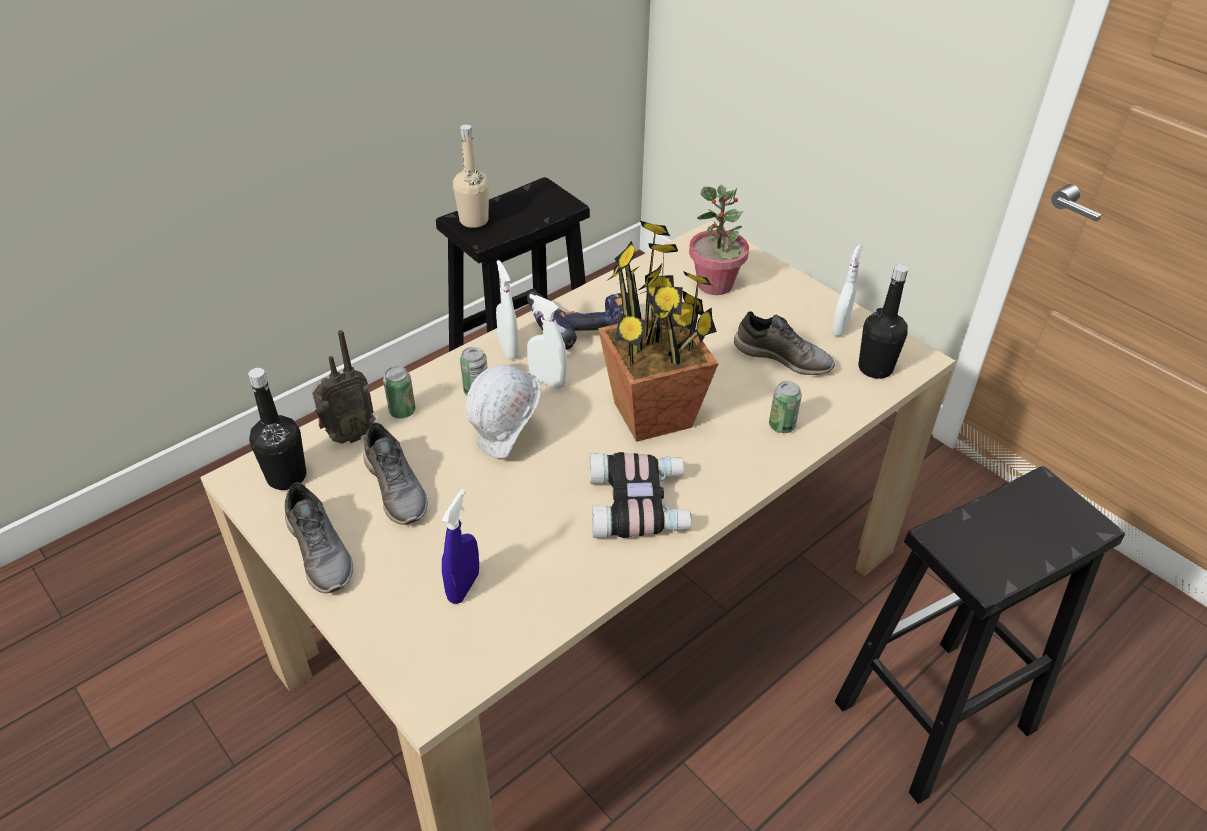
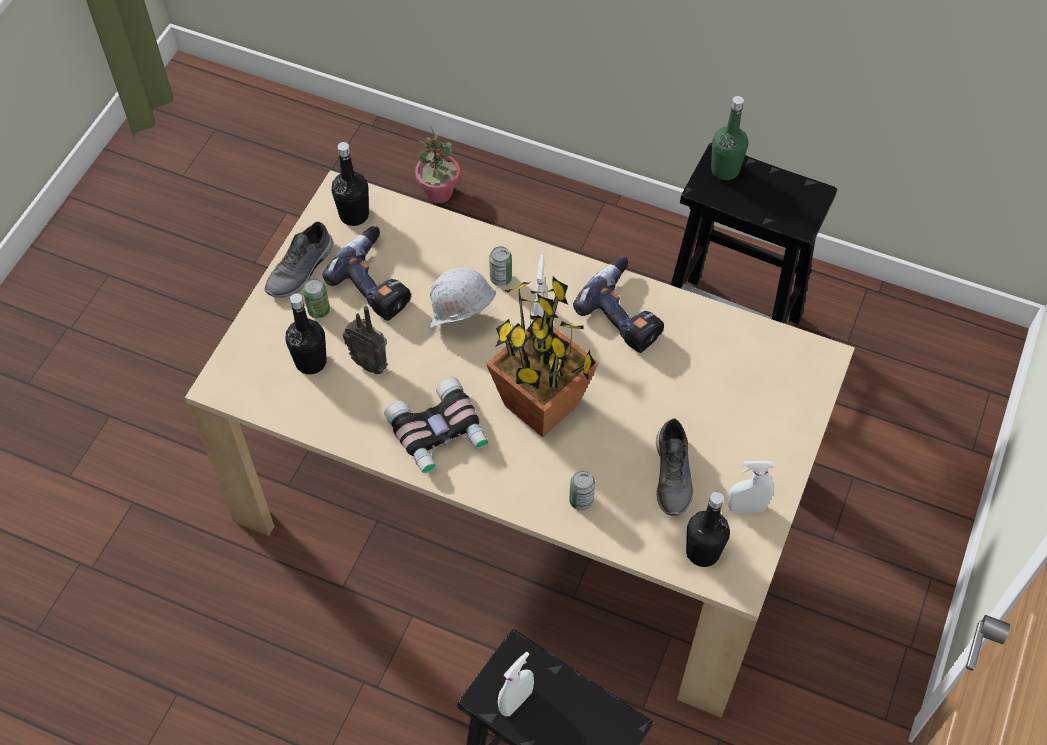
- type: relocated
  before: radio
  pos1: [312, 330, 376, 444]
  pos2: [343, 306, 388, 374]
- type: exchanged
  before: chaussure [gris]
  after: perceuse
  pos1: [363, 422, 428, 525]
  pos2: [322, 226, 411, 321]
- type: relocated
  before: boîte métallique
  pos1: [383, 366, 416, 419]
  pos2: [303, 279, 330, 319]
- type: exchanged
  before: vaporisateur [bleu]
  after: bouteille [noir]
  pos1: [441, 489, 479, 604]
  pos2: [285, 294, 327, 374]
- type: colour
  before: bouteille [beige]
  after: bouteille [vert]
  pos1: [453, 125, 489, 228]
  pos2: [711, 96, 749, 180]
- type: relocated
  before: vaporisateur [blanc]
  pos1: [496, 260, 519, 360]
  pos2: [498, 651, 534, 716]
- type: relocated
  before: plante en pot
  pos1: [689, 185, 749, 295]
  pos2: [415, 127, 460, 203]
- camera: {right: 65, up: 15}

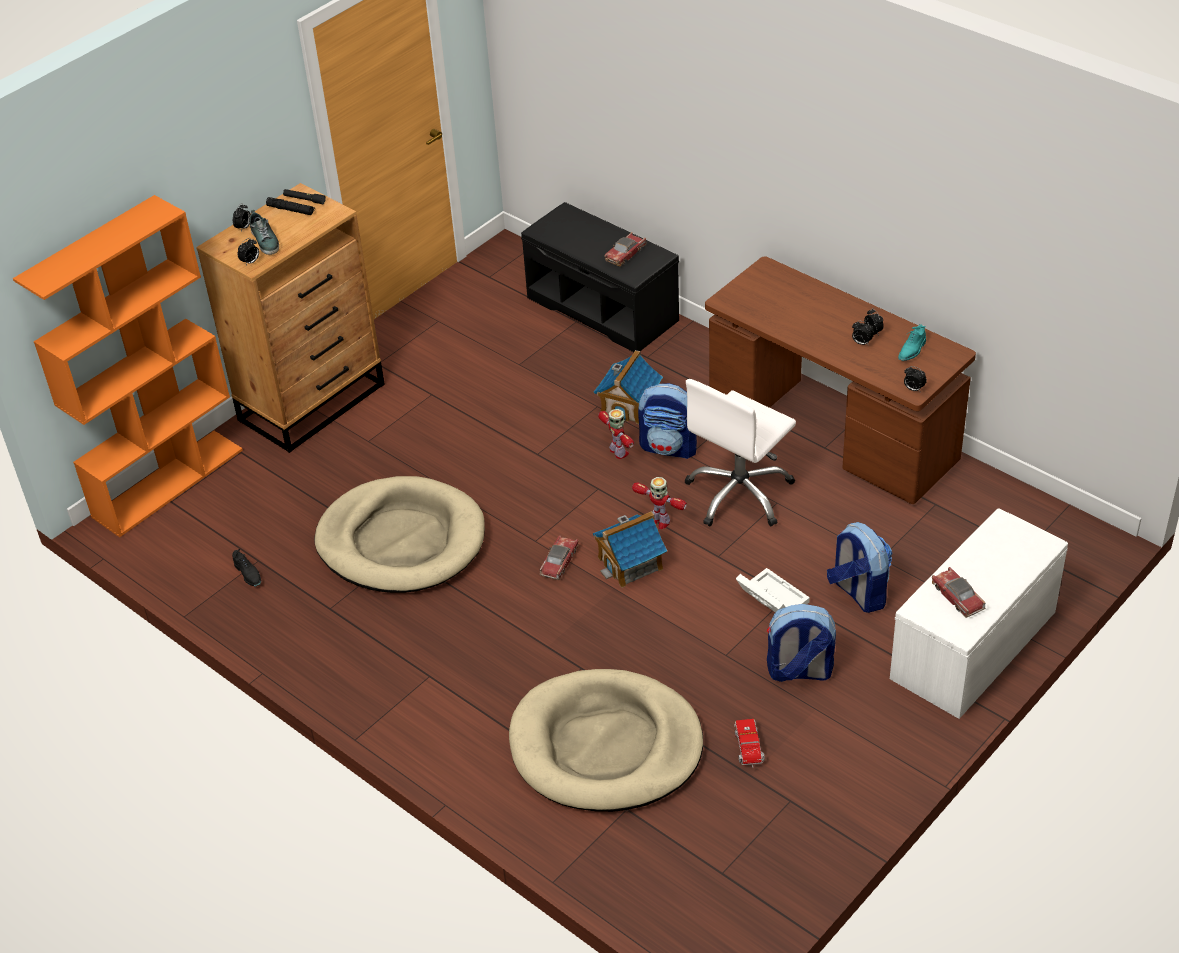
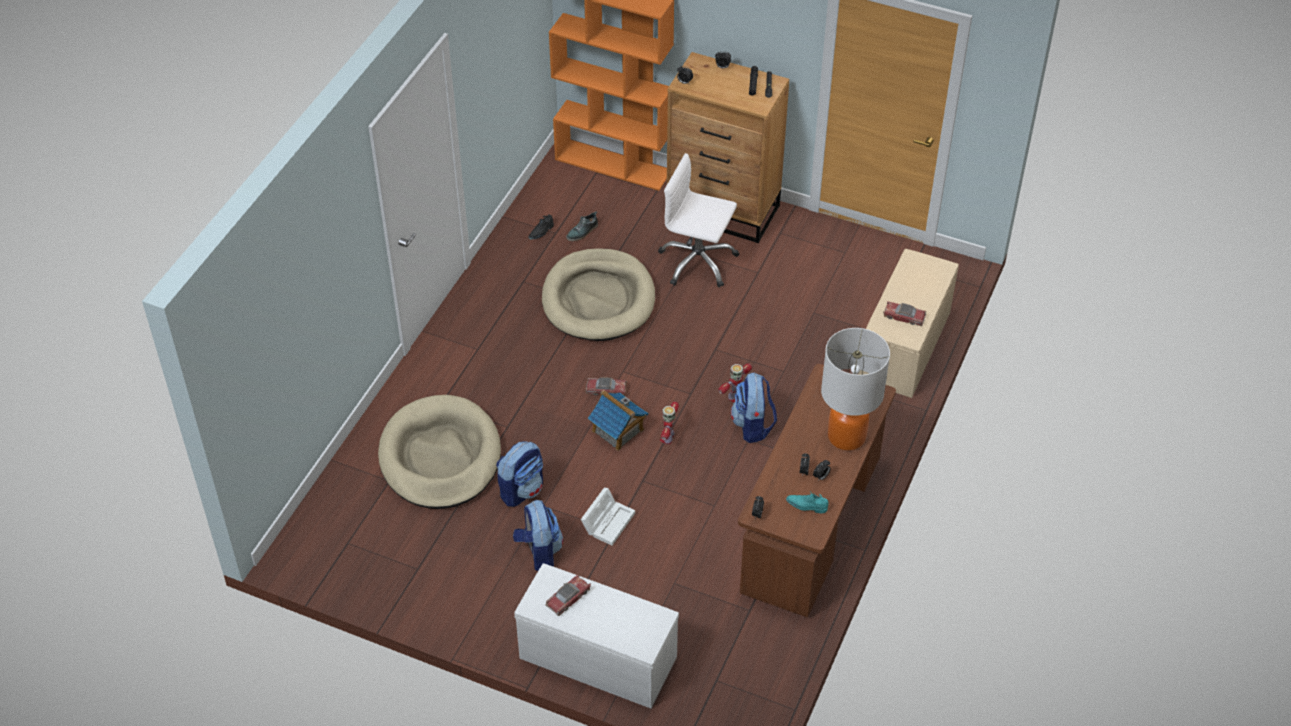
- type: relocated
  before: chaussure
  pos1: [250, 210, 279, 255]
  pos2: [566, 211, 598, 241]
- type: colour
  before: banc [noir]
  after: banc [beige]
  pos1: [521, 202, 679, 352]
  pos2: [858, 249, 959, 398]
- type: missing
  before: maison miniature
  pos1: [594, 350, 663, 424]
- type: relocated
  before: chaise de bureau [blanc]
  pos1: [684, 379, 796, 527]
  pos2: [658, 153, 739, 288]
- type: missing
  before: camion jouet
  pos1: [734, 719, 765, 768]
- type: relocated
  before: sac à dos
  pos1: [827, 522, 893, 613]
  pos2: [496, 441, 543, 507]
- type: appeared
  after: lampe de table
  pos2: [821, 328, 890, 450]
- camera: {right: 70, up: 5}

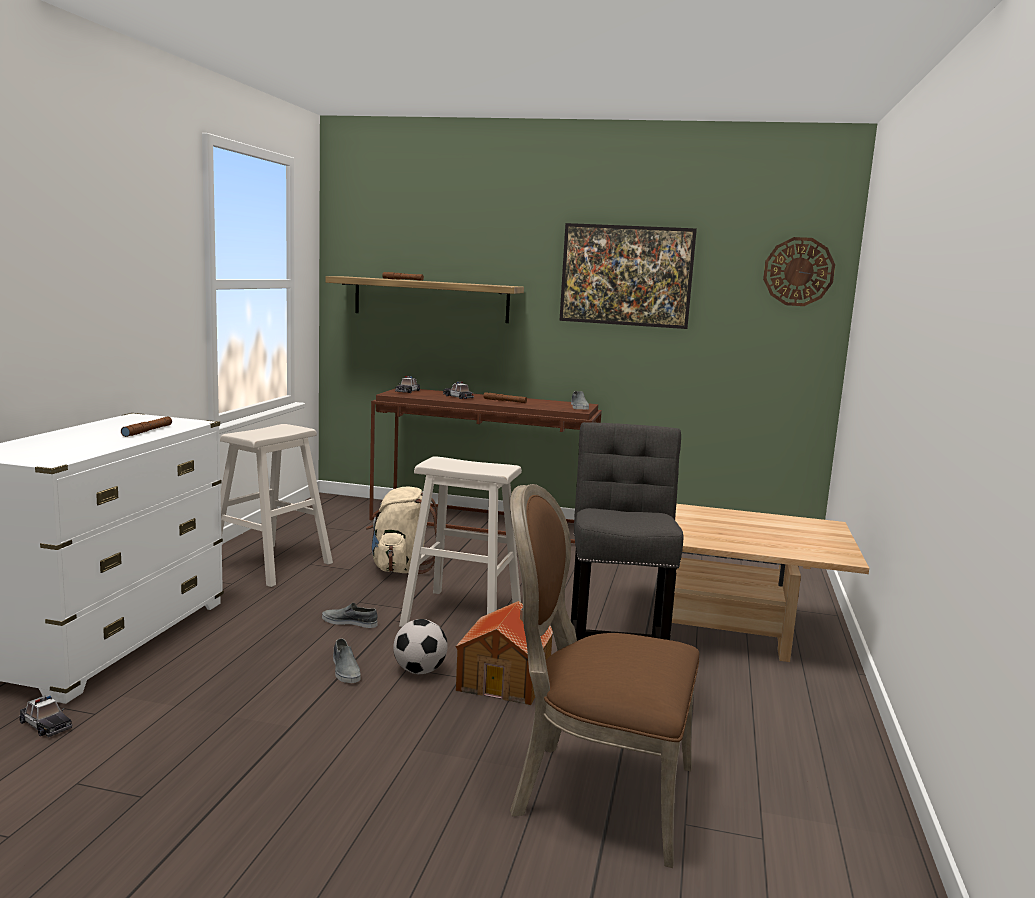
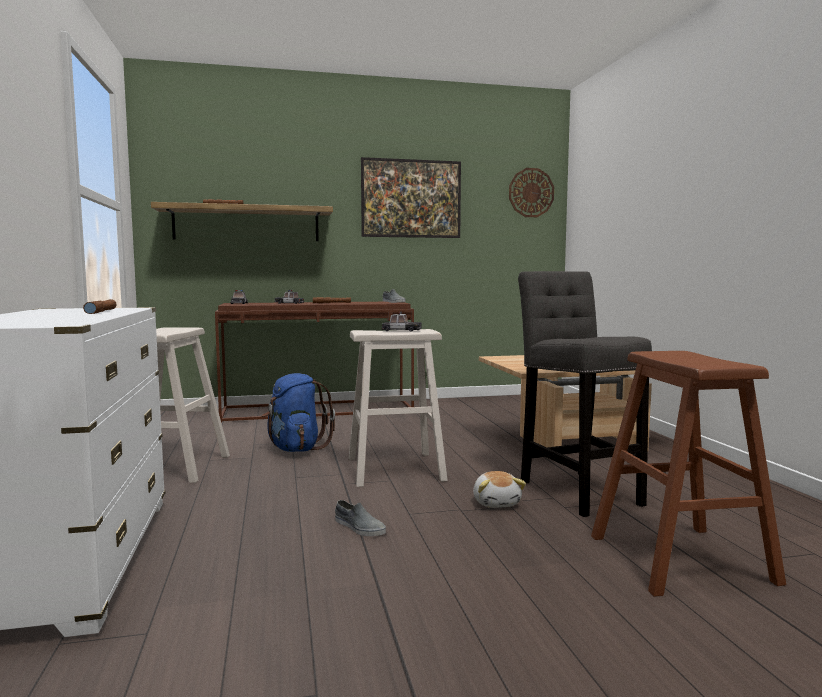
- type: relocated
  before: petite voiture
  pos1: [19, 695, 72, 737]
  pos2: [382, 311, 422, 332]
- type: missing
  before: chaussure [gris]
  pos1: [322, 603, 378, 628]
- type: colour
  before: sac à dos [beige]
  after: sac à dos [bleu]
  pos1: [366, 487, 437, 574]
  pos2: [262, 373, 335, 452]
- type: missing
  before: ballon de foot
  pos1: [393, 619, 448, 674]
- type: exchanged
  before: maison miniature
  after: peluche
  pos1: [455, 601, 553, 705]
  pos2: [473, 471, 526, 508]
- type: exchanged
  before: chaise [marron]
  after: tabouret [marron]
  pos1: [510, 484, 699, 868]
  pos2: [591, 351, 786, 597]
- camera: {right: -25, up: -5}

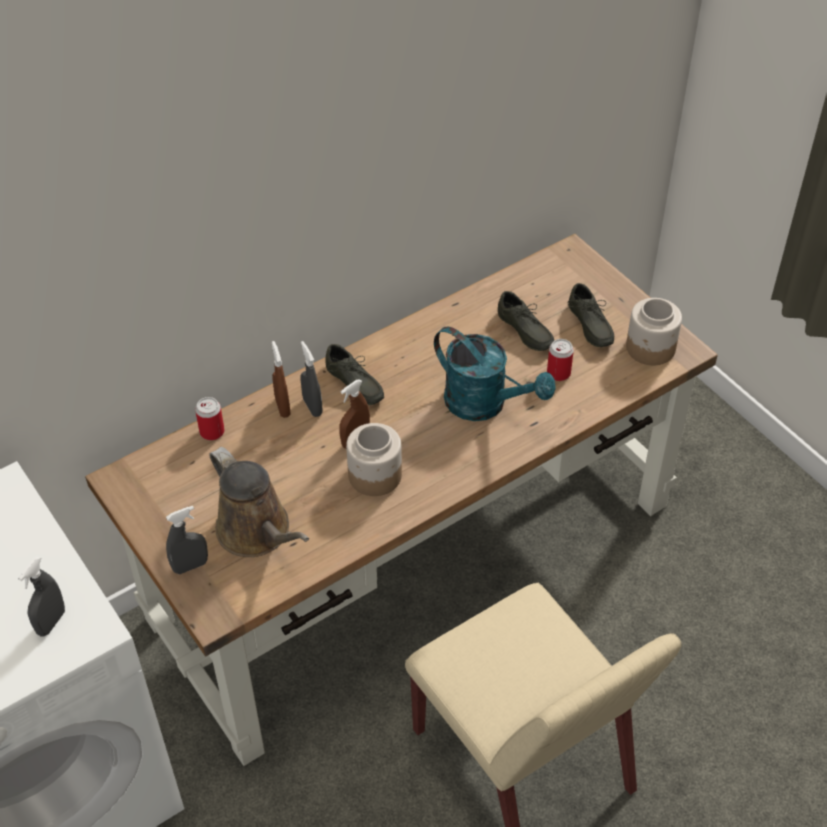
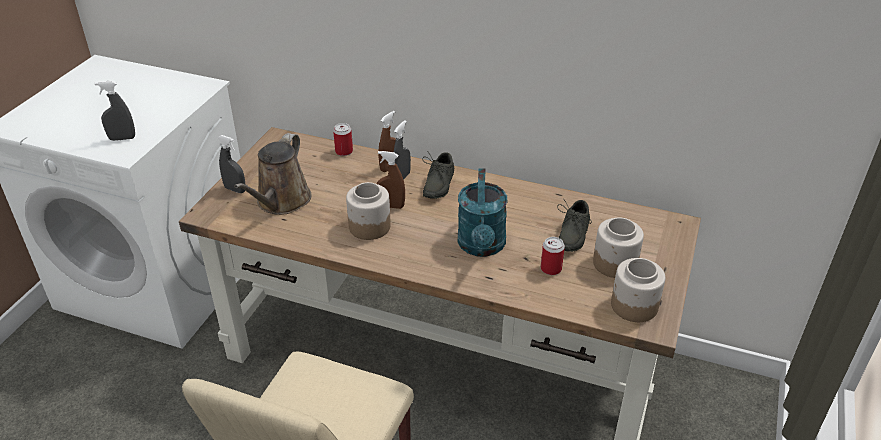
- type: exchanged
  before: chaussure [gris]
  after: bocal
  pos1: [568, 283, 614, 347]
  pos2: [593, 217, 644, 278]
- camera: {right: 55, up: -10}

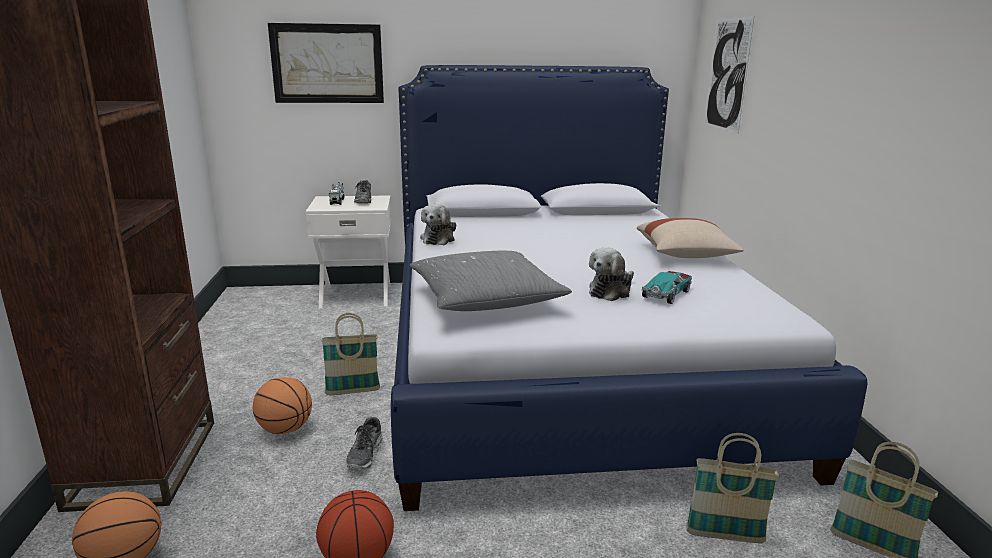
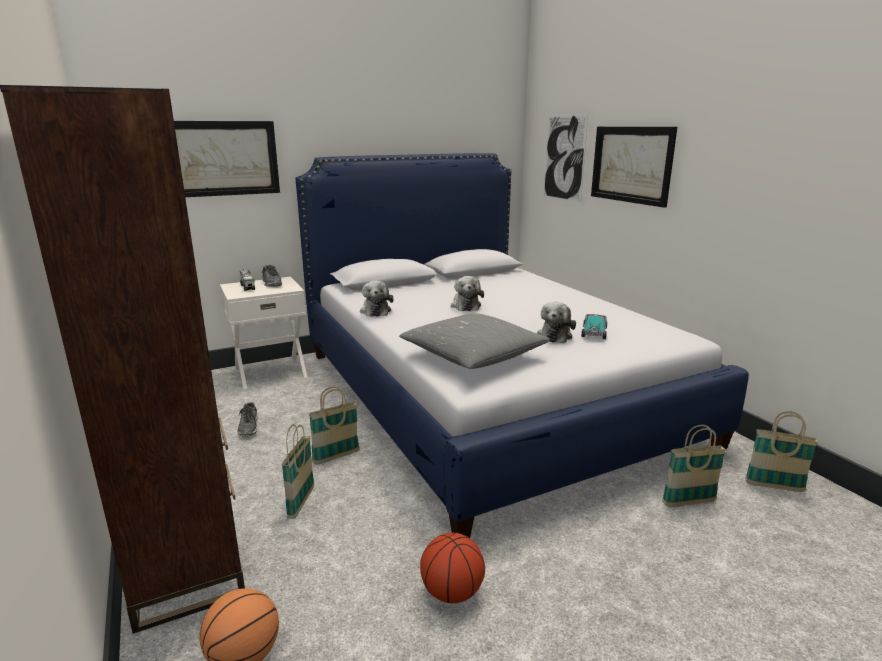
- type: exchanged
  before: ballon de basket
  after: panier
  pos1: [253, 377, 312, 434]
  pos2: [282, 424, 314, 519]
- type: relocated
  before: chaussure
  pos1: [346, 417, 383, 470]
  pos2: [237, 402, 258, 436]
- type: missing
  before: coussin [beige]
  pos1: [637, 218, 744, 258]
- type: appeared
  after: peluche
  pos2: [451, 276, 484, 311]
- type: appeared
  after: tableau
  pos2: [591, 127, 677, 208]
- camera: {right: -20, up: 0}

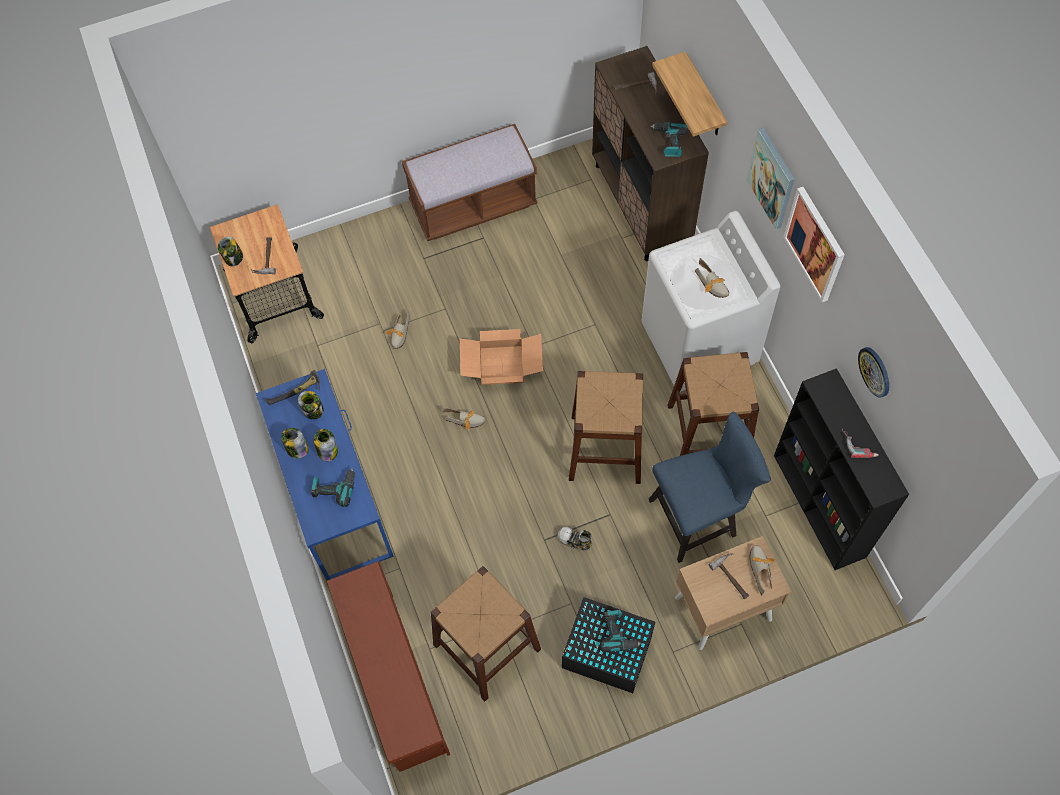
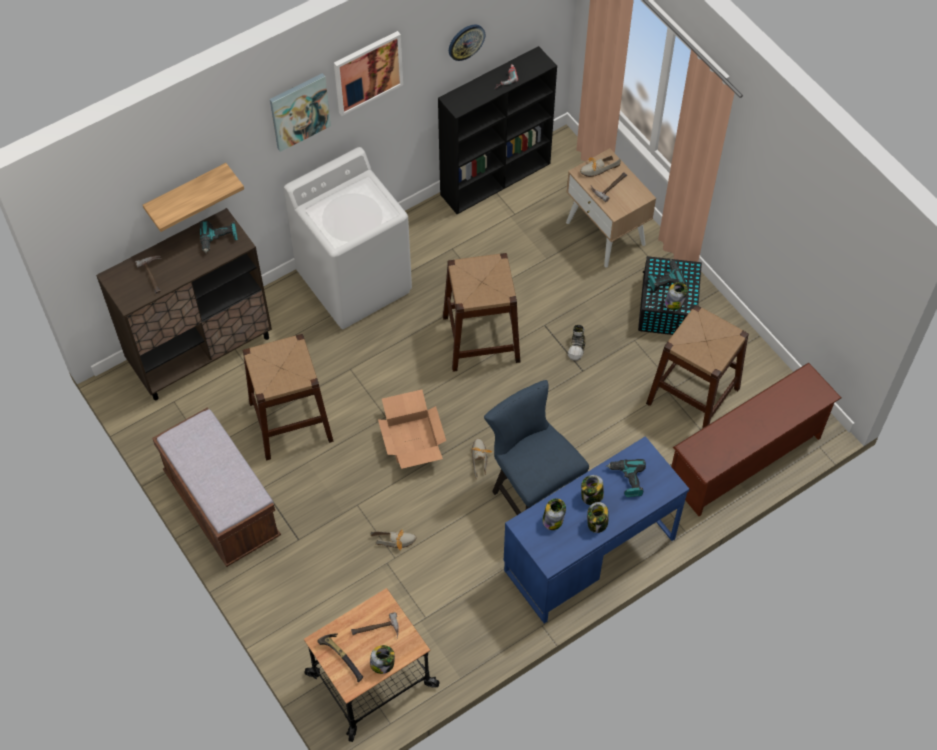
- type: relocated
  before: marteau
  pos1: [266, 370, 320, 405]
  pos2: [317, 633, 363, 682]
- type: relocated
  before: chaise [bleu]
  pos1: [648, 412, 771, 563]
  pos2: [484, 380, 589, 515]
- type: relocated
  before: tabouret [marron]
  pos1: [668, 352, 759, 456]
  pos2: [243, 334, 334, 460]
- type: missing
  before: chaussure
  pos1: [695, 258, 729, 298]
- type: appeared
  after: bocal
  pos2: [665, 282, 688, 310]
- camera: {right: -105, up: -5}

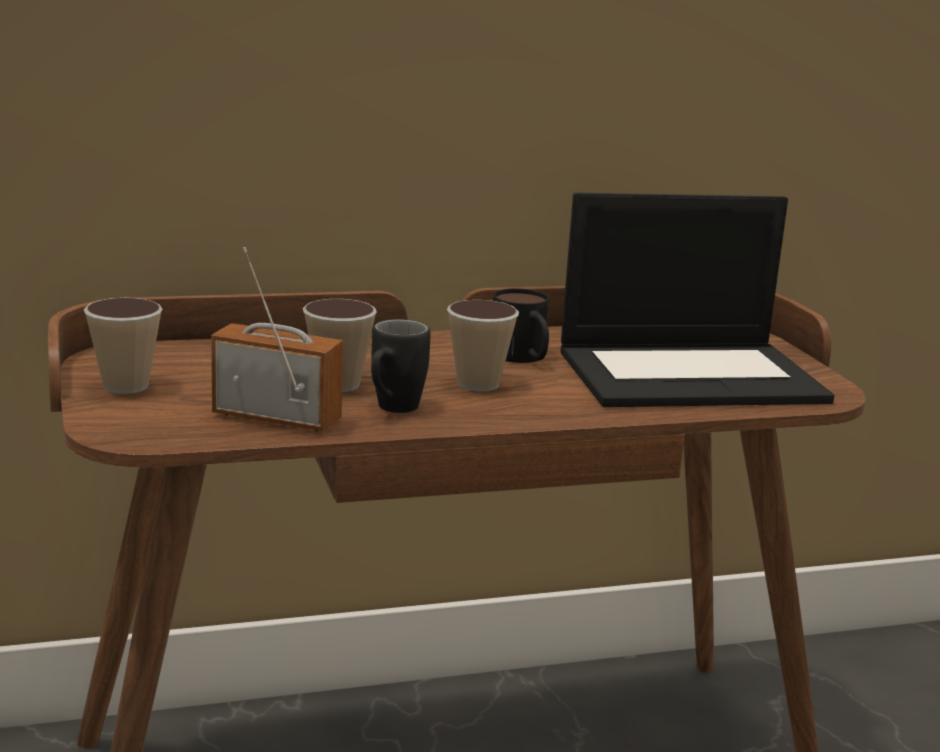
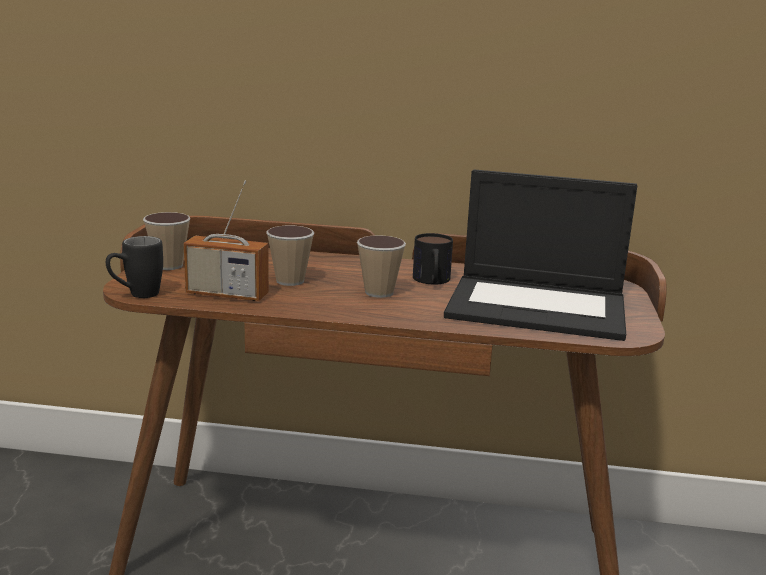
- type: spun
  before: radio
  pos1: [211, 247, 343, 431]
  pos2: [184, 181, 269, 301]
  turn: 150
- type: relocated
  before: mug [noir]
  pos1: [371, 319, 430, 413]
  pos2: [106, 236, 163, 298]
- camera: {right: 25, up: 0}

